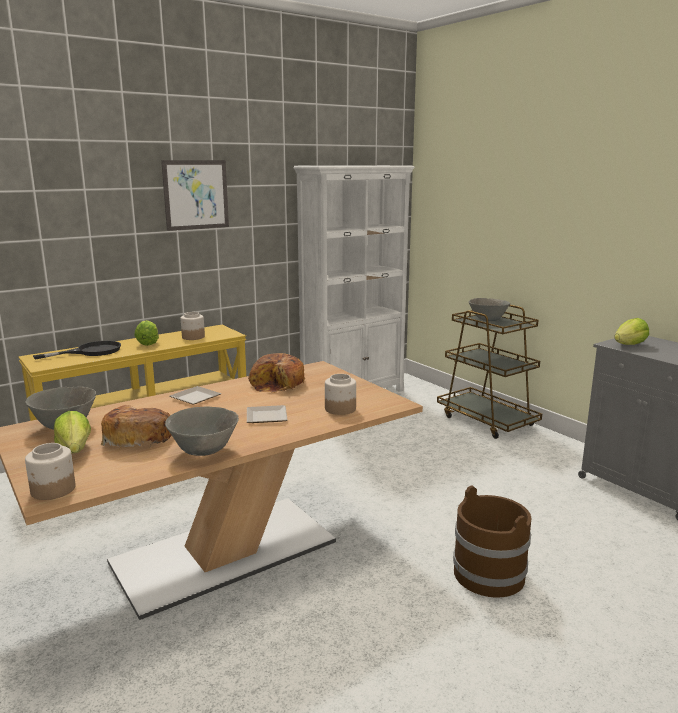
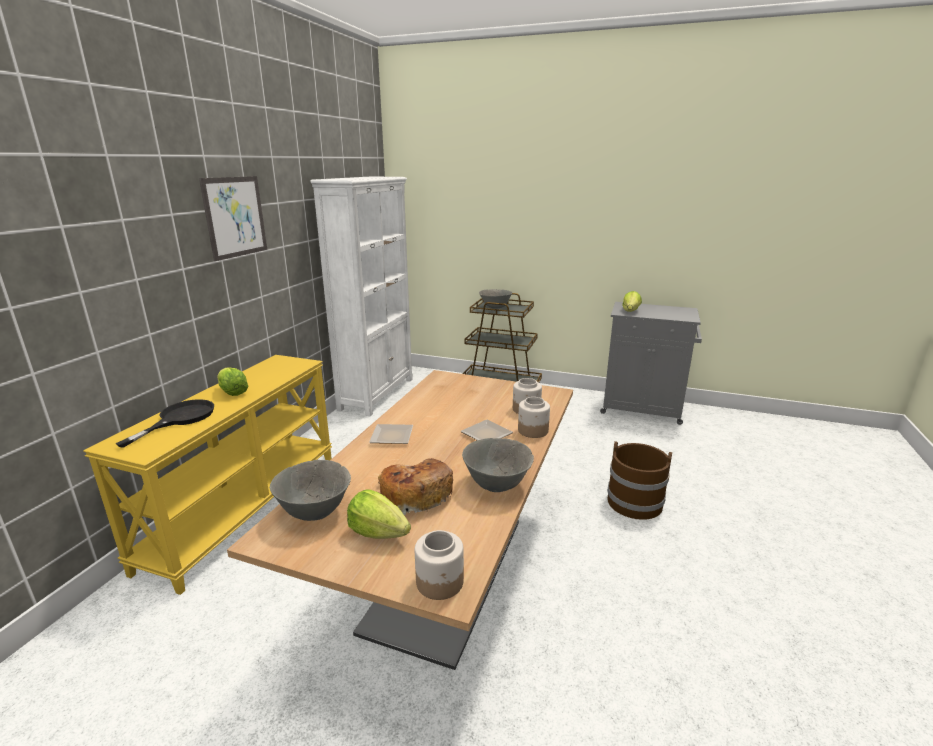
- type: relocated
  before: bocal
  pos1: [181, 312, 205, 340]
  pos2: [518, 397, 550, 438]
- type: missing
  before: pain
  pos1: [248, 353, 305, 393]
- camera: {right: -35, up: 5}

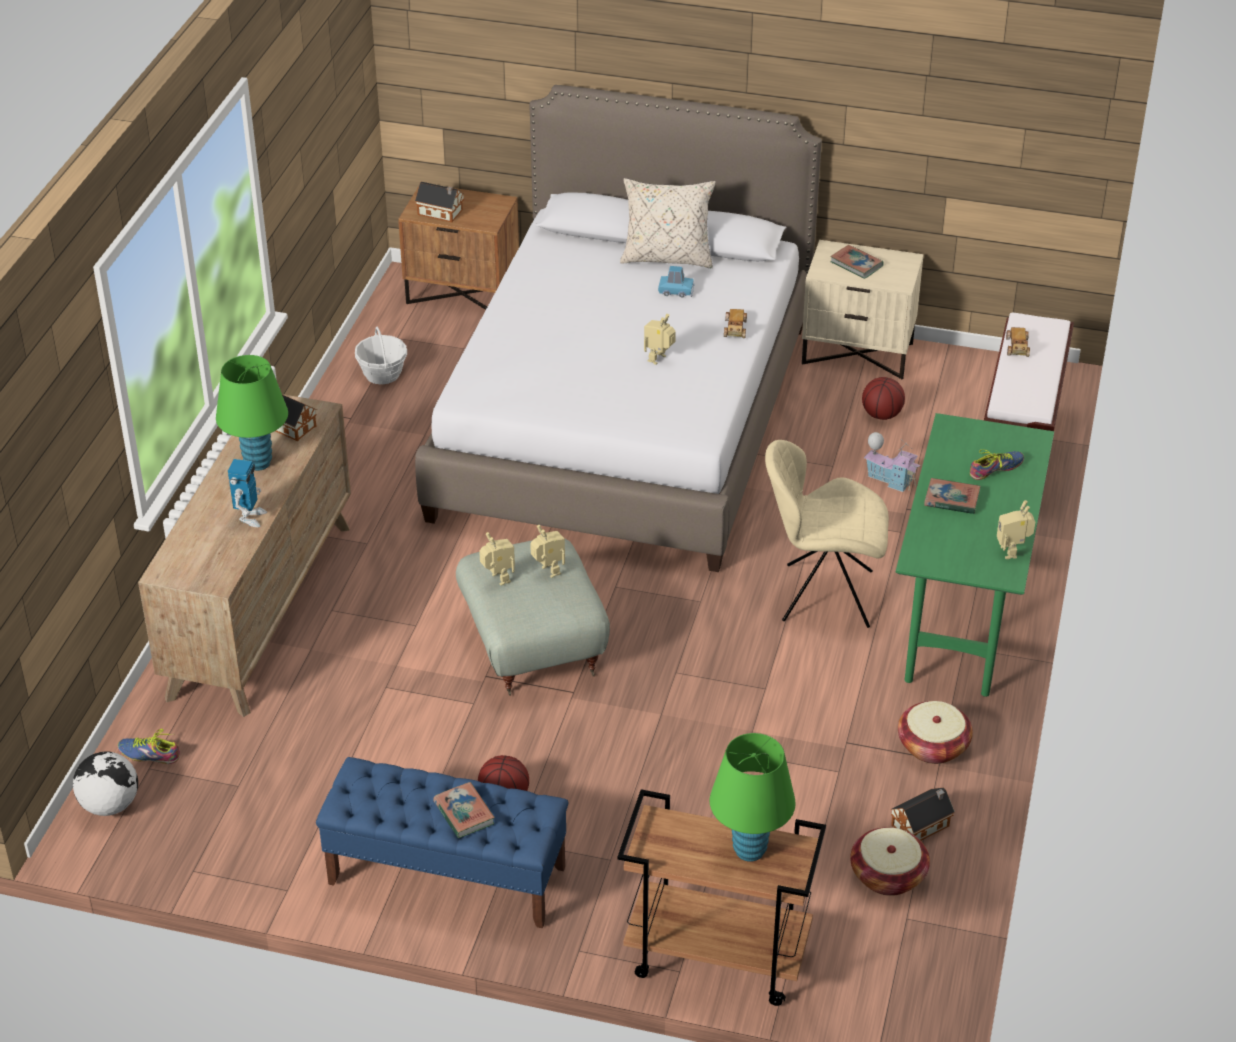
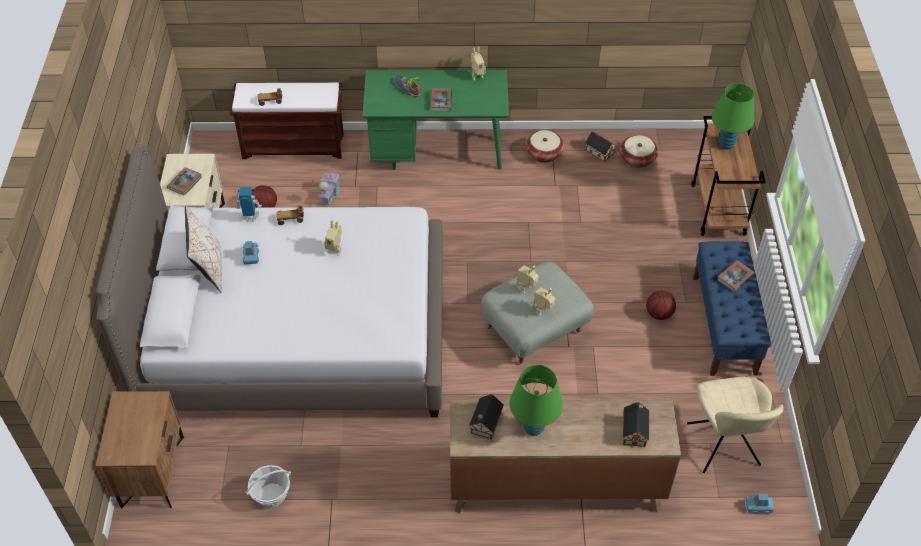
- type: exchanged
  before: globe
  after: petite voiture [bleu]
  pos1: [73, 752, 138, 816]
  pos2: [744, 494, 774, 514]
- type: missing
  before: chaussure
  pos1: [118, 729, 180, 764]
- type: relocated
  before: robot jouet
  pos1: [228, 459, 267, 527]
  pos2: [235, 187, 262, 222]
- type: relocated
  before: maison miniature
  pos1: [415, 182, 465, 222]
  pos2: [623, 402, 649, 447]
- type: relocated
  before: chaise [beige]
  pos1: [765, 440, 889, 628]
  pos2: [687, 377, 784, 473]
- camera: {right: -105, up: 10}

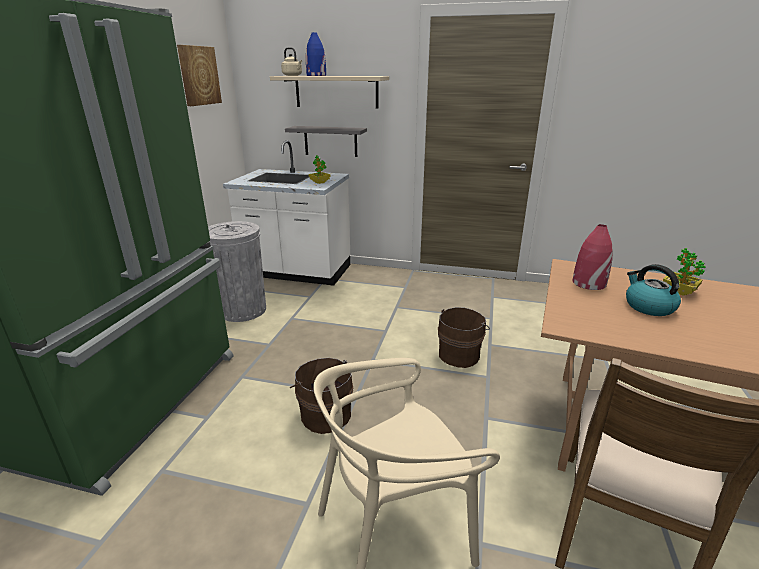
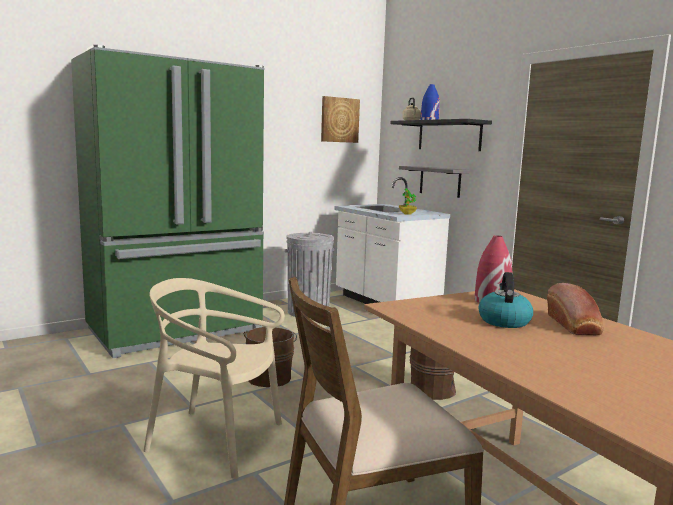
- type: colour
  before: étagère [beige]
  after: étagère [noir]
  pos1: [270, 76, 389, 108]
  pos2: [390, 119, 492, 151]
- type: exchanged
  before: plante en pot
  after: pain
  pos1: [663, 248, 706, 296]
  pos2: [547, 283, 604, 335]
- camera: {right: 40, up: -15}

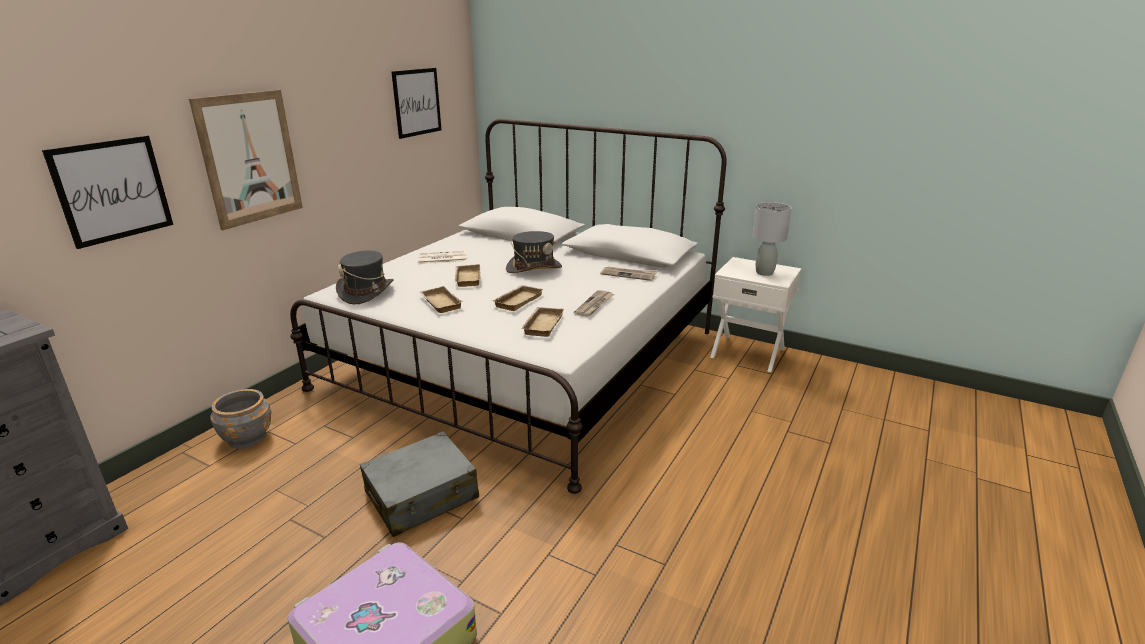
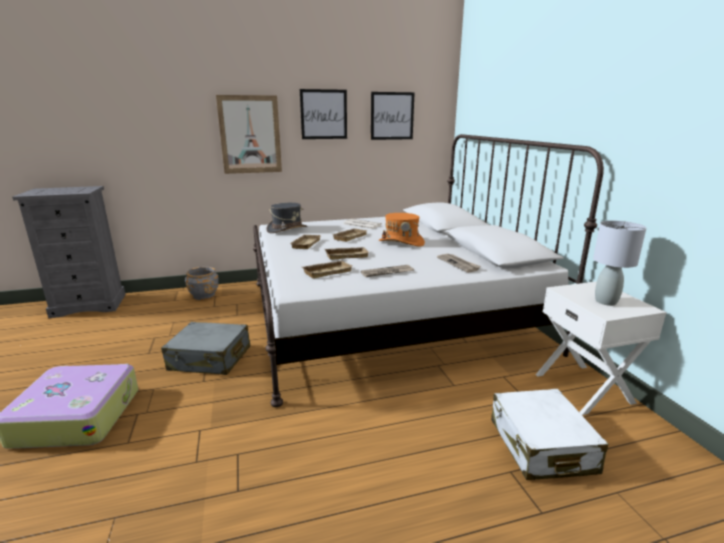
- type: relocated
  before: tableau
  pos1: [42, 135, 173, 249]
  pos2: [300, 89, 347, 139]
- type: colour
  before: chapeau [gris]
  after: chapeau [orange]
  pos1: [506, 231, 562, 273]
  pos2: [379, 213, 425, 247]
- type: appeared
  after: valise [blanc]
  pos2: [491, 389, 608, 480]
- camera: {right: 45, up: -5}

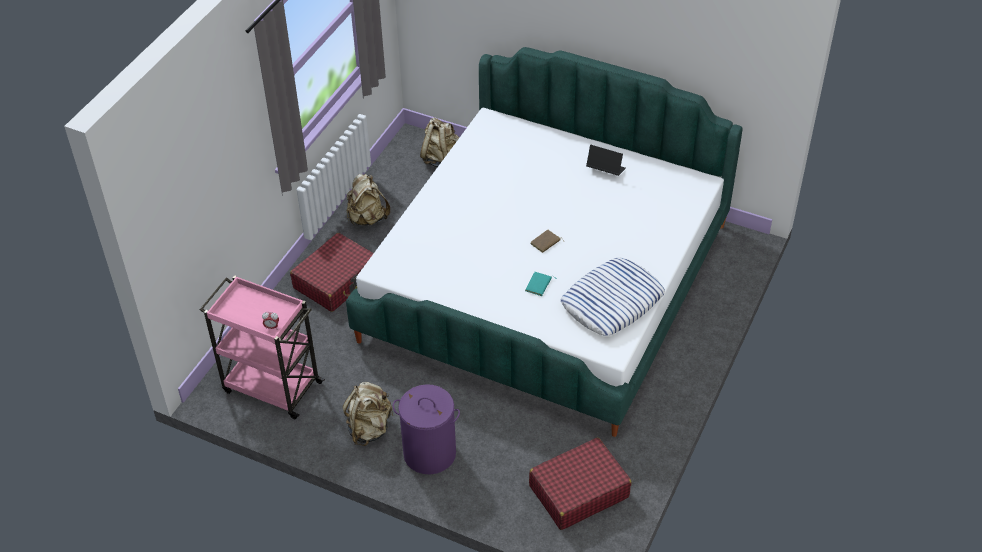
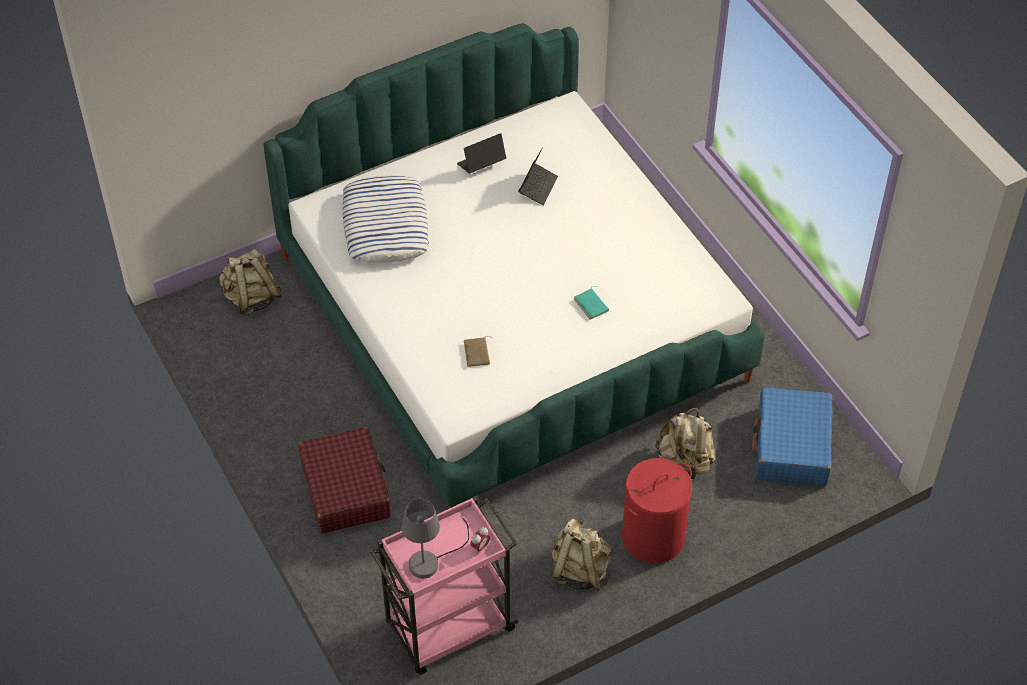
- type: relocated
  before: sac à dos [beige]
  pos1: [347, 174, 390, 226]
  pos2: [655, 408, 716, 479]
- type: colour
  before: panier à linge [violet]
  after: panier à linge [rouge]
  pos1: [393, 384, 460, 474]
  pos2: [622, 458, 692, 563]
- type: colour
  before: valise [rouge]
  after: valise [bleu]
  pos1: [529, 437, 631, 530]
  pos2: [752, 387, 833, 486]
- type: relocated
  before: livre [marron]
  pos1: [530, 230, 564, 253]
  pos2: [464, 336, 493, 367]
- type: relocated
  before: coussin
  pos1: [561, 258, 665, 336]
  pos2: [342, 176, 429, 263]
- type: appeared
  after: lampe de table [gris]
  pos2: [402, 499, 469, 579]
- type: appeared
  after: ordinateur portable
  pos2: [518, 147, 558, 205]
- camera: {right: -55, up: 5}

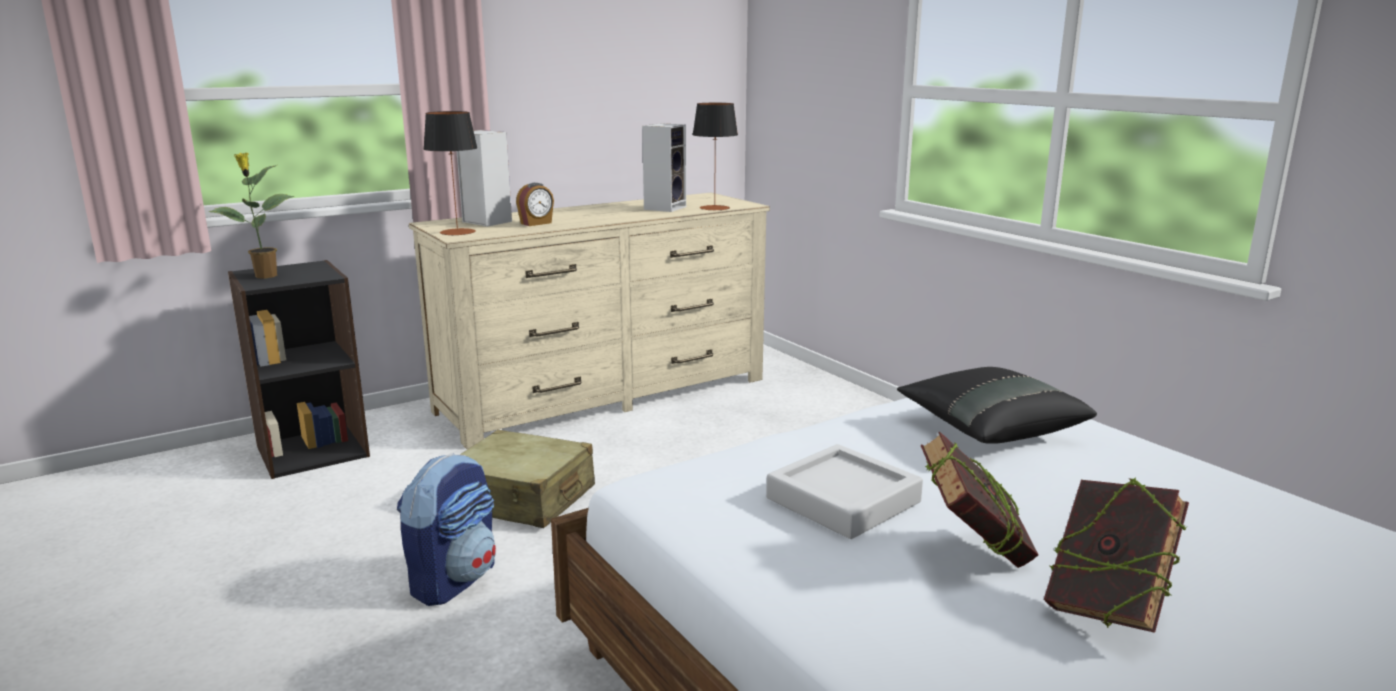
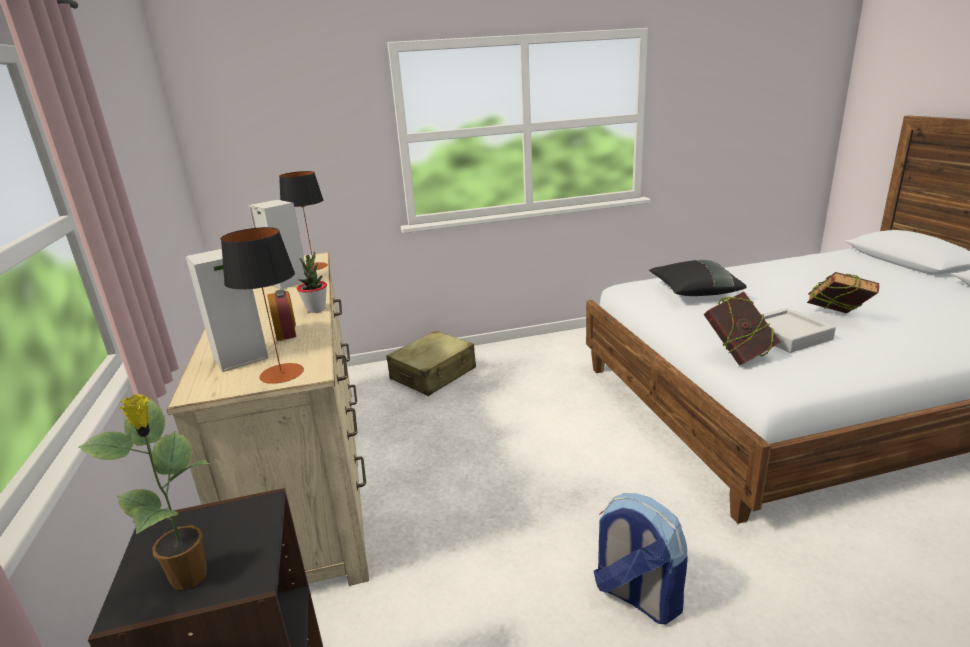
- type: relocated
  before: valise [beige]
  pos1: [460, 430, 595, 528]
  pos2: [386, 331, 476, 396]
- type: relocated
  before: livre
  pos1: [1044, 477, 1189, 633]
  pos2: [704, 291, 781, 366]
- type: appeared
  after: plante en pot
  pos2: [297, 252, 327, 313]
- camera: {right: -70, up: 5}

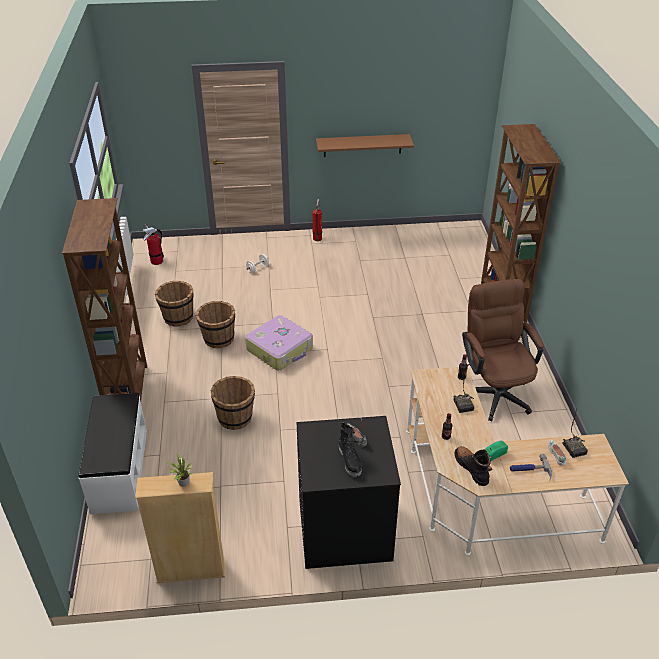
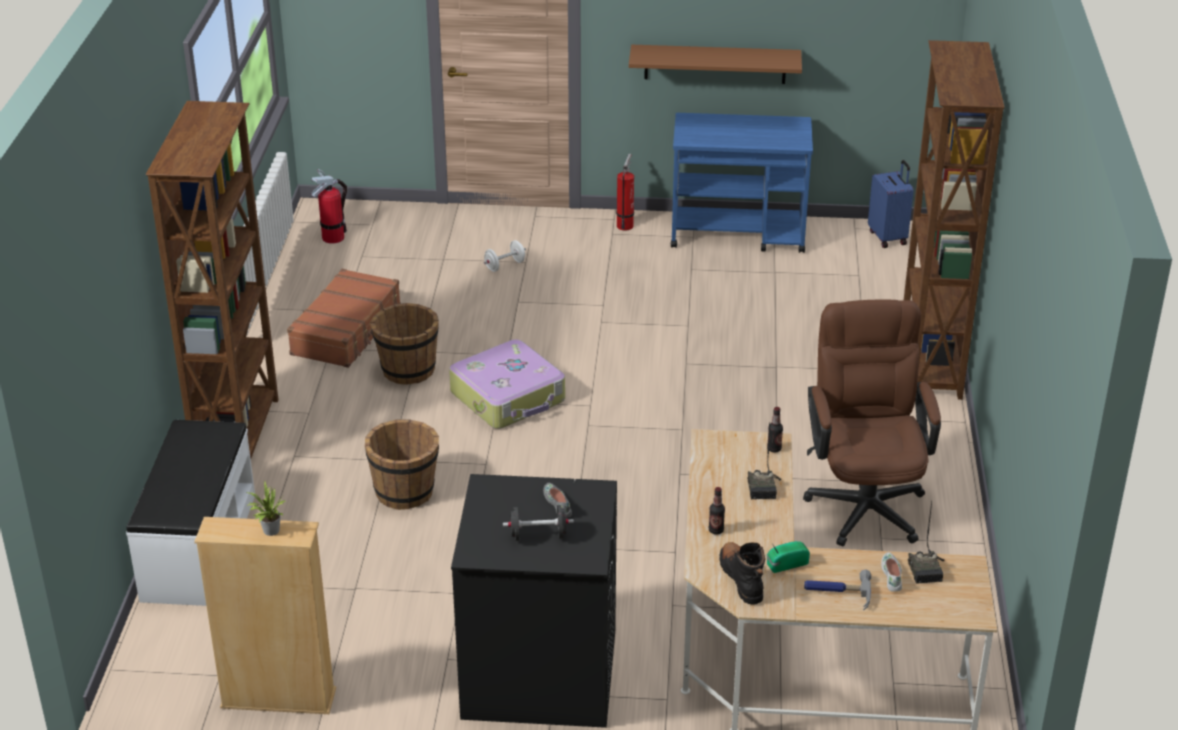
- type: exchanged
  before: seau [marron]
  after: valise [marron]
  pos1: [155, 281, 193, 326]
  pos2: [287, 269, 401, 368]
- type: exchanged
  before: botte [noir]
  after: haltère [noir]
  pos1: [339, 423, 362, 477]
  pos2: [503, 505, 574, 541]
- type: appeared
  after: chariot [bleu]
  pos2: [671, 113, 813, 253]
- type: appeared
  after: valise [bleu]
  pos2: [868, 160, 914, 248]
- camera: {right: 10, up: -5}

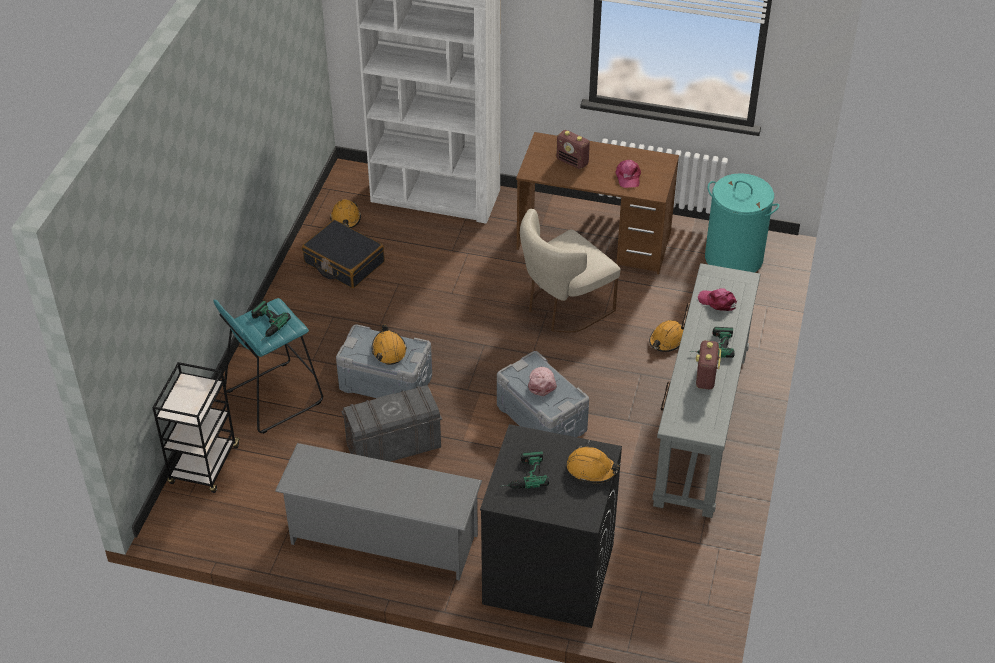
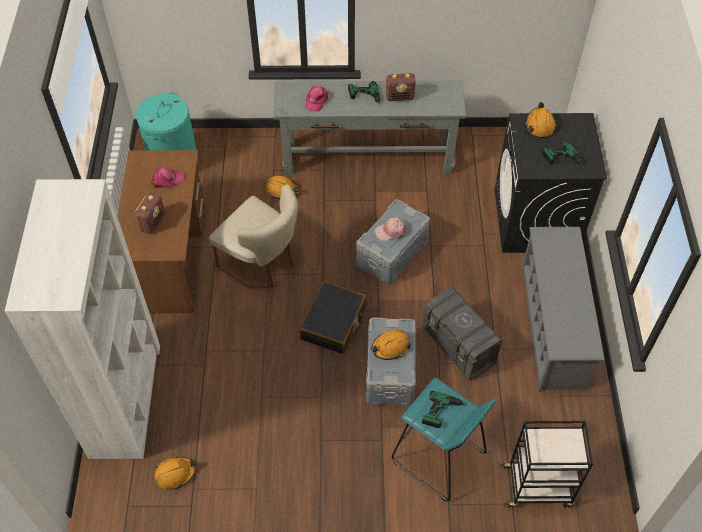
- type: relocated
  before: valise [noir]
  pos1: [302, 220, 385, 288]
  pos2: [299, 281, 366, 354]
- camera: {right: -105, up: 10}

